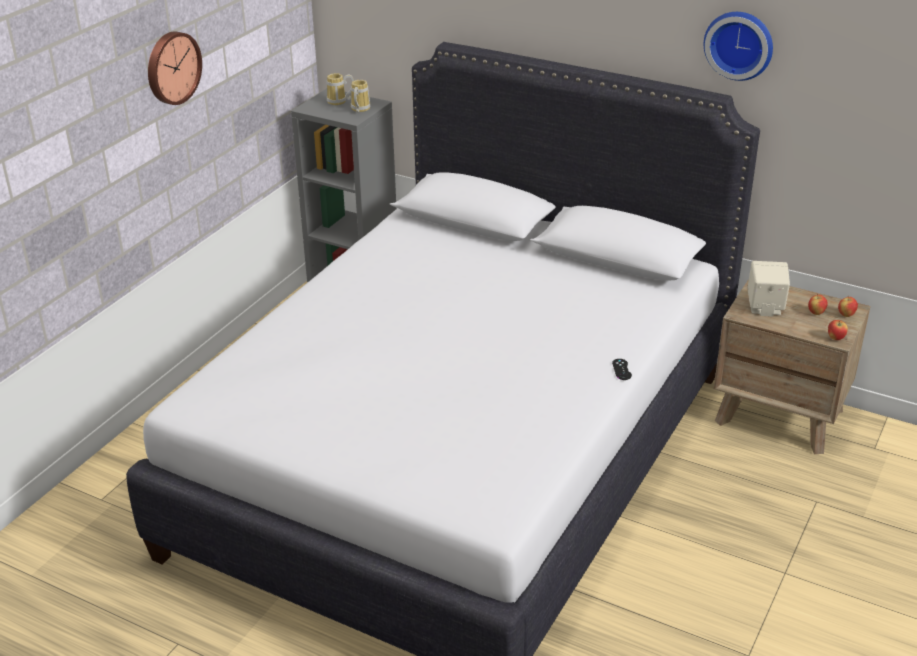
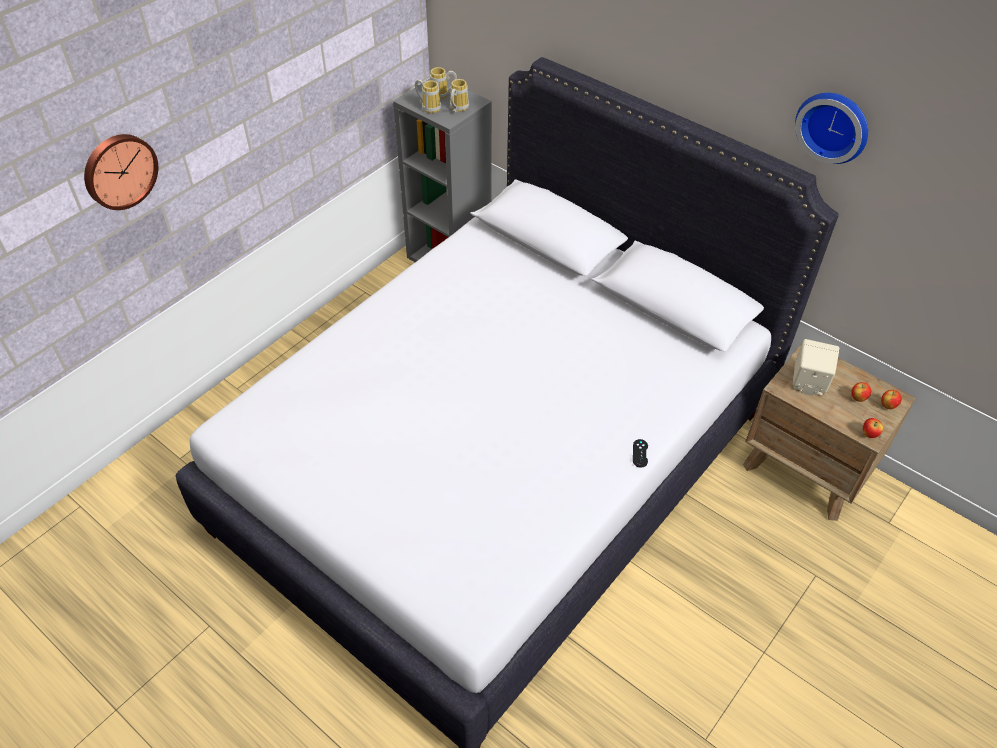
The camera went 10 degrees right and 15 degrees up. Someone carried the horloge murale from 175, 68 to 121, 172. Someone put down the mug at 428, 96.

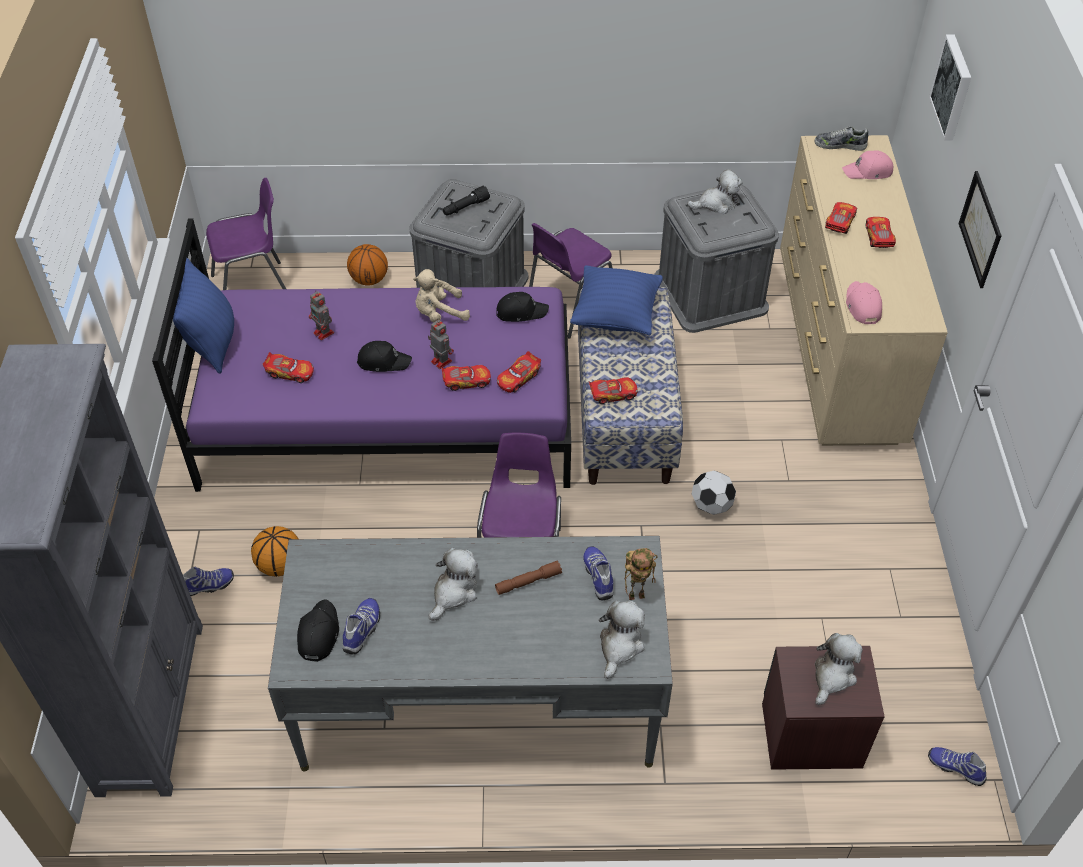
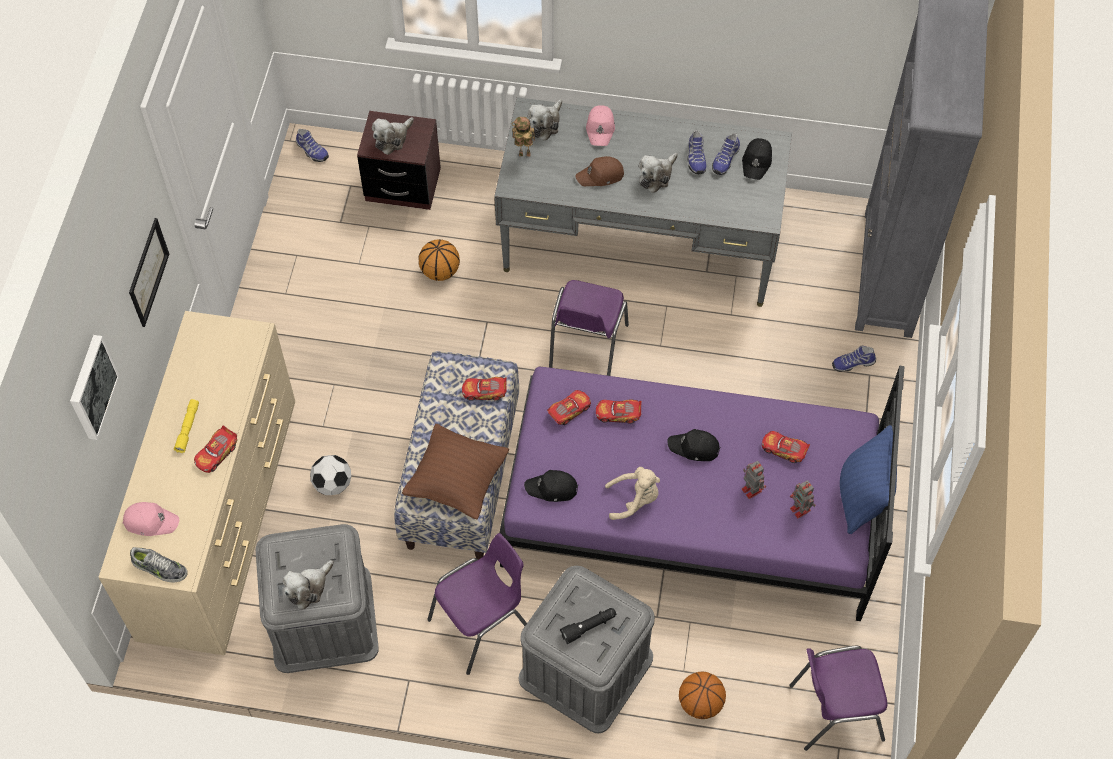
The camera went 170 degrees left and 10 degrees up. Someone rotated the peluche at 715, 191 by 45 degrees counterclockwise. Someone swapped the petite voiture at 881, 232 for the lampe de poche (jaune) at 186, 426. Someone repainted the coussin (bleu) at 616, 300, which became the coussin (marron) at 455, 471. Someone carried the casquette (rose) from 864, 302 to 600, 125. Someone carried the robot jouet from 441, 344 to 803, 499. Someone carried the ballon de foot from 714, 492 to 330, 475. Someone carried the ballon de basket from 275, 551 to 439, 260. Someone carried the chaussure from 598, 573 to 697, 152. Someone swapped the lampe de poche (marron) at 528, 577 for the casquette (marron) at 599, 171.

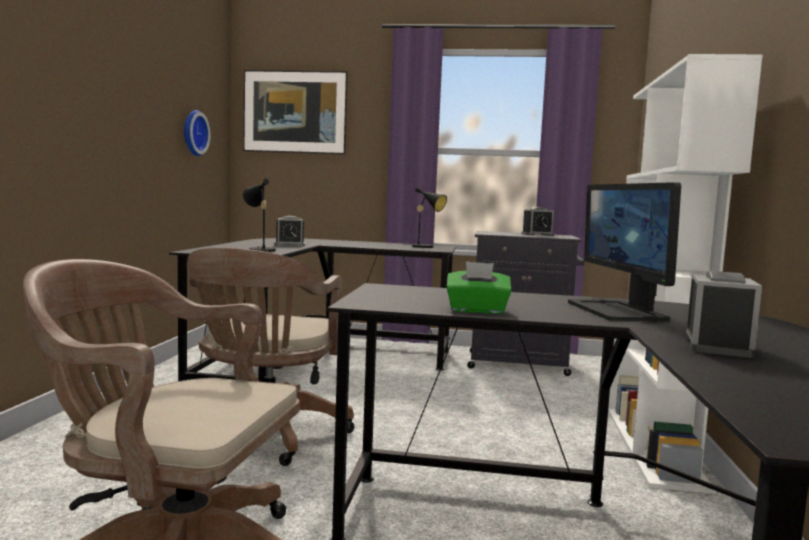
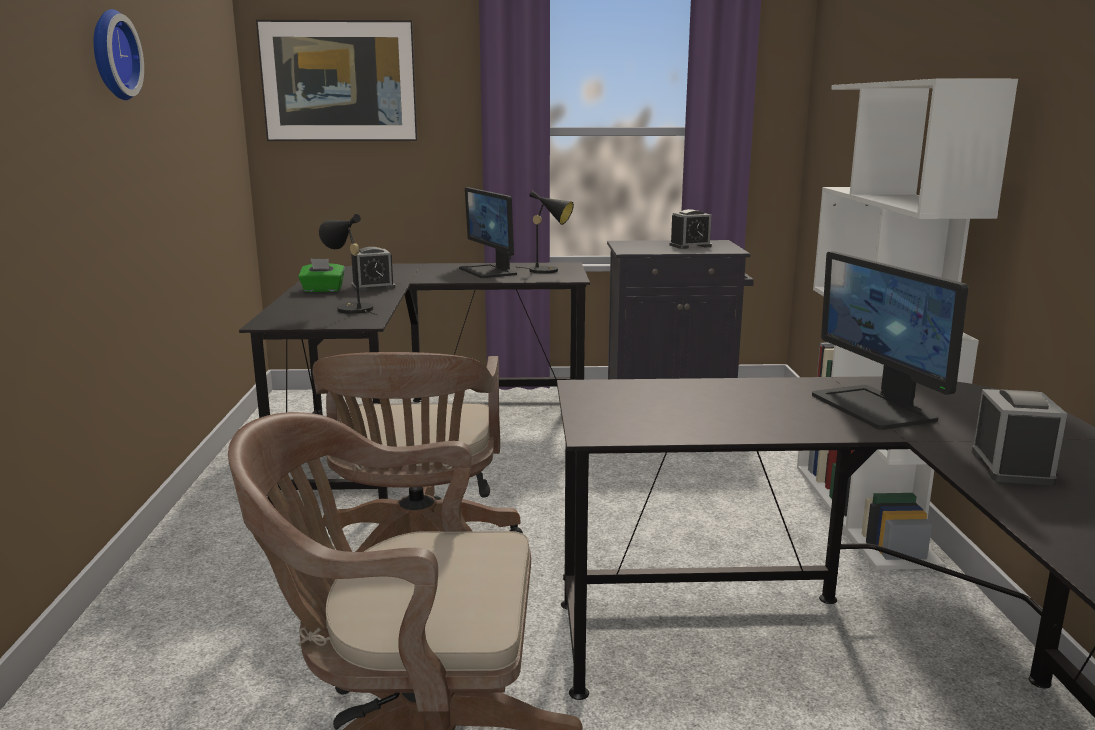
The camera went 10 degrees left and 10 degrees up. Someone carried the horloge murale from 197, 133 to 119, 54. Someone carried the boîte à mouchoirs (vert) from 478, 287 to 321, 275. Someone put down the écran d'ordinateur at 488, 232.

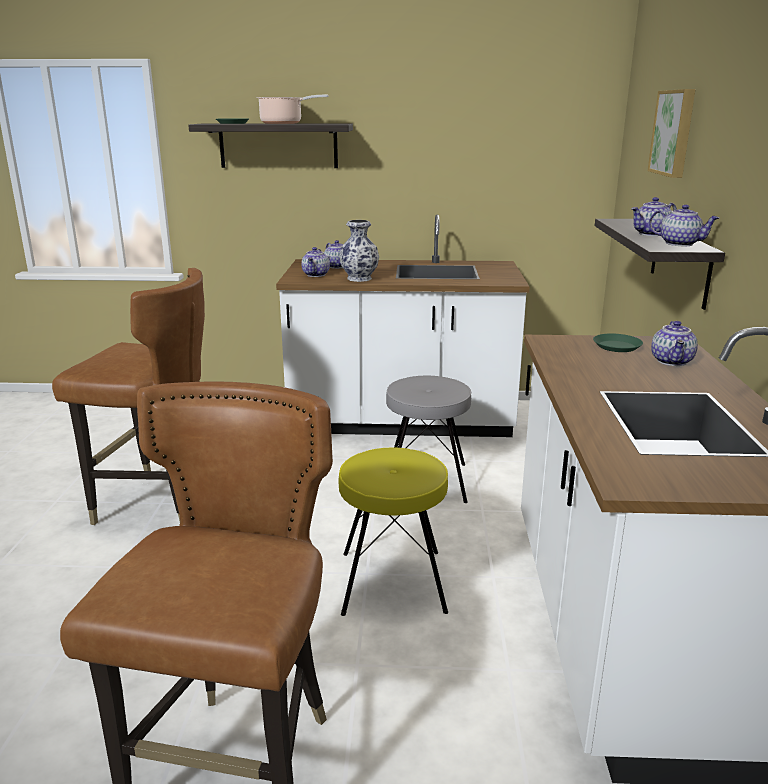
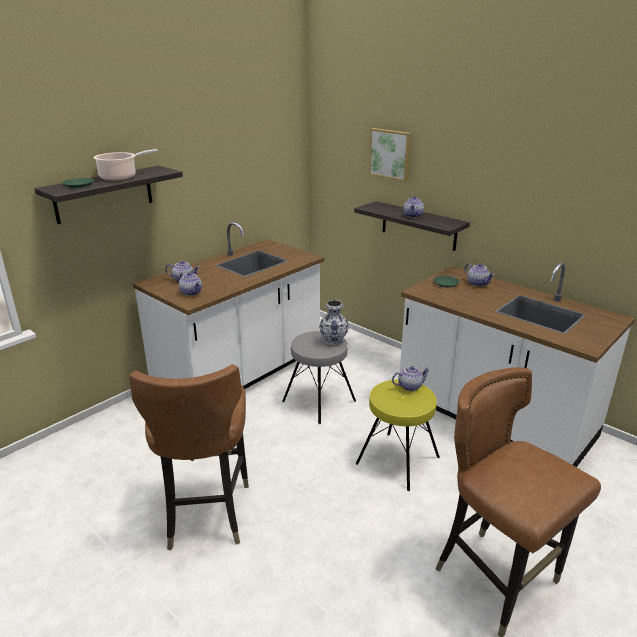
The camera went 50 degrees left and 5 degrees up. Someone carried the théière from 684, 225 to 411, 378. Someone carried the vase from 359, 251 to 334, 323. Someone rotated the chaise (marron) at 128, 396 by 120 degrees clockwise.

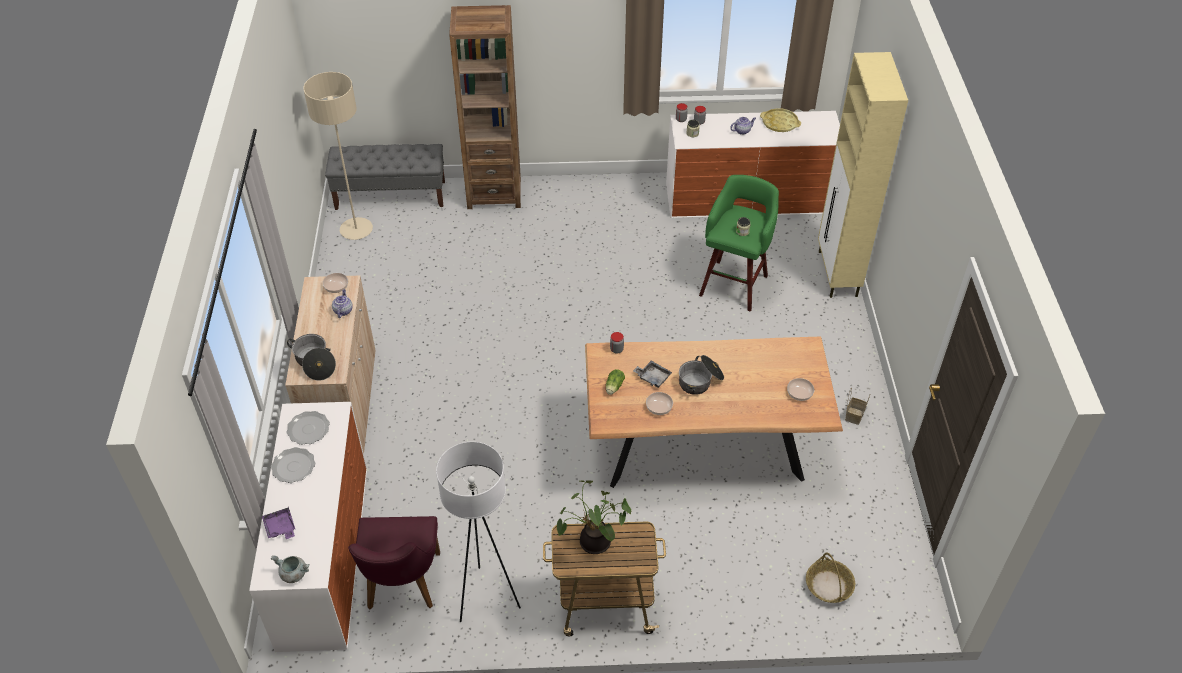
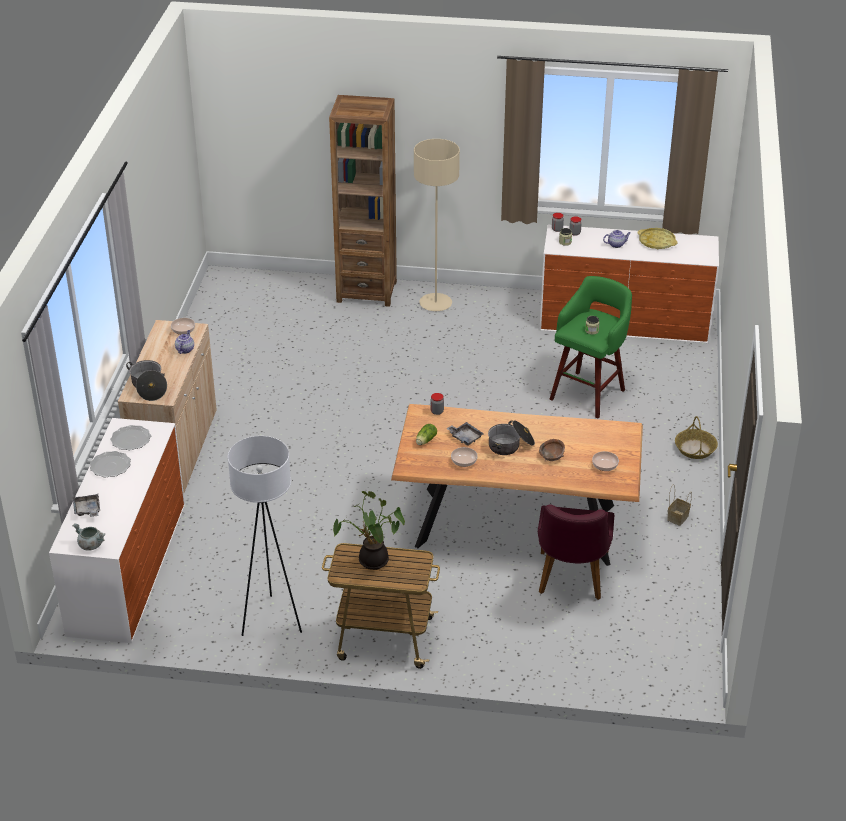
The camera went 10 degrees right and 10 degrees down. Someone took away the meuble de rangement (beige) at 863, 175. Someone carried the lampadaire (beige) from 338, 156 to 437, 225. Someone took away the banc (gris) at 385, 177. Someone repainted the plateau (violet) at 278, 523, which became the plateau (gris) at 86, 505. Someone carried the chaise (violet) from 394, 562 to 576, 552. Someone carried the panier from 830, 578 to 696, 437. Someone put down the bol (marron) at 552, 450.

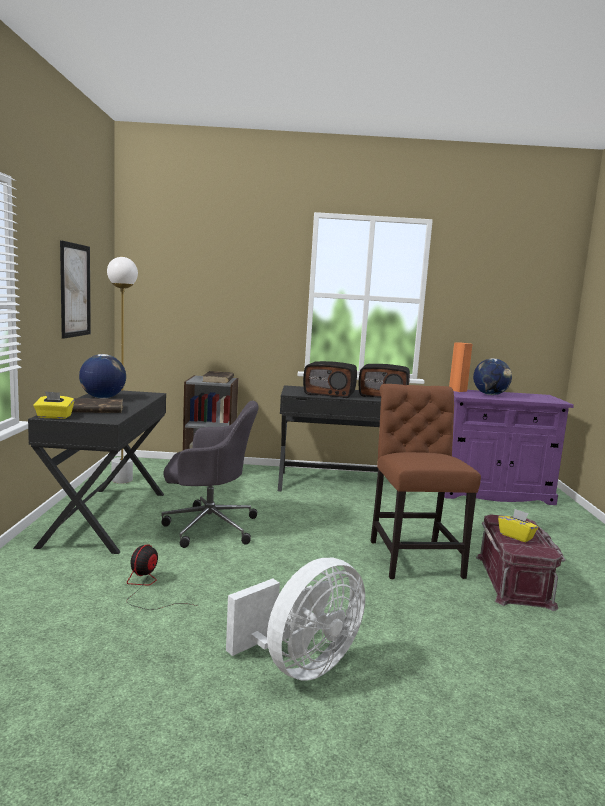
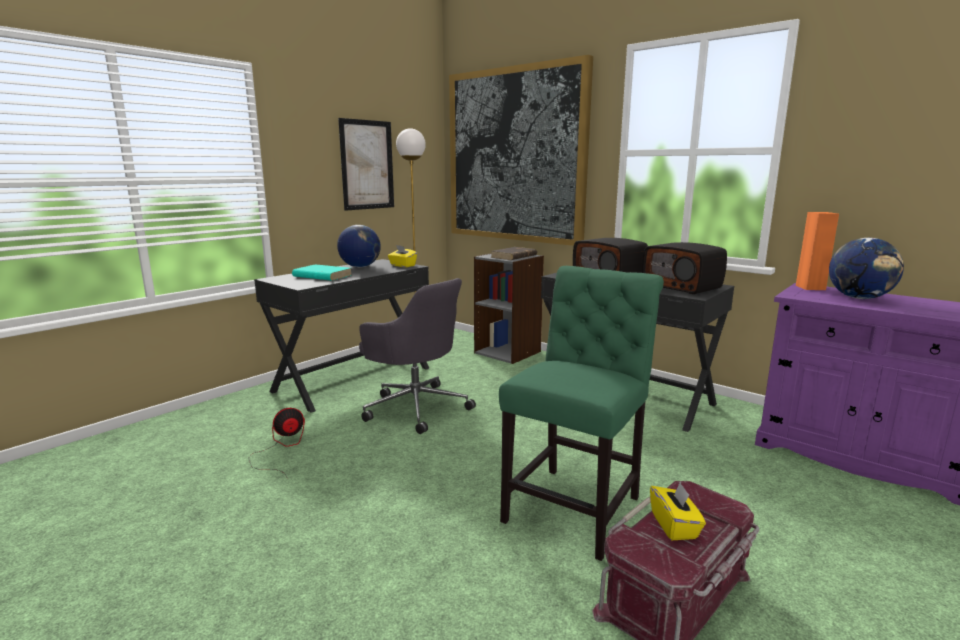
The camera went 40 degrees right and 5 degrees up. Someone repainted the chaise (marron) at 426, 481, which became the chaise (vert) at 581, 413. Someone carried the boîte à mouchoirs (jaune) from 54, 405 to 402, 256. Someone repainted the livre (marron) at 97, 405, which became the livre (turquoise) at 322, 272. Someone took away the ventilateur (blanc) at 295, 619. Someone put up the tableau at 521, 150.

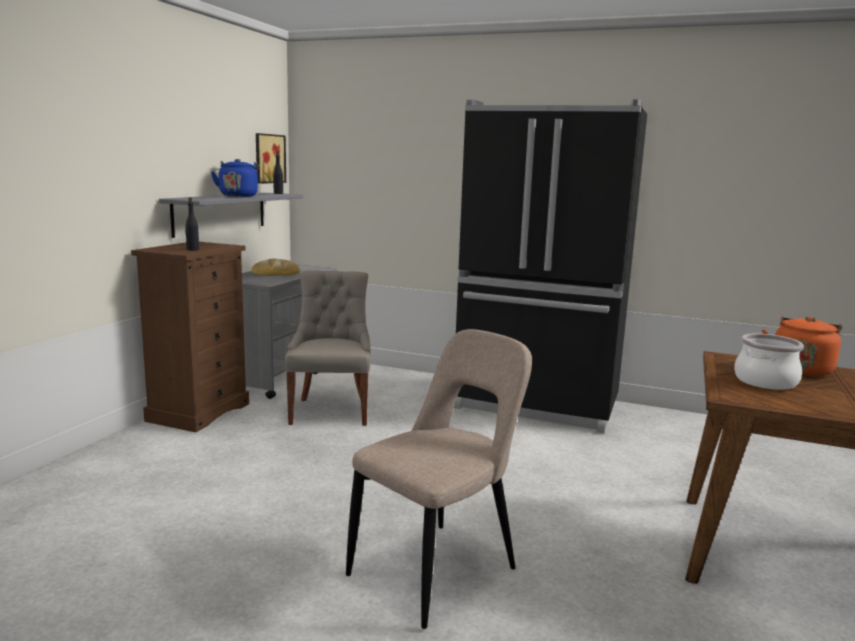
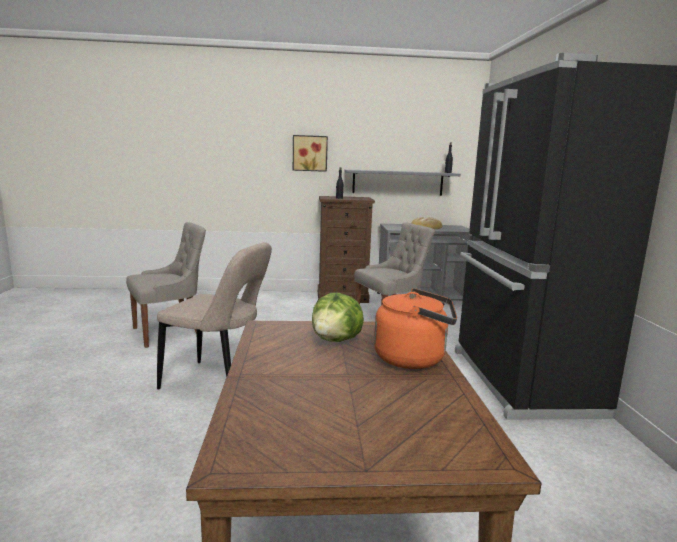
The camera went 65 degrees right and 0 degrees up. Someone carried the tableau from 271, 158 to 310, 153. Someone took away the bouilloire (bleu) at 235, 178. Someone swapped the marmite at 769, 362 for the laitue at 338, 317. Someone put down the chaise (gris) at 166, 285.

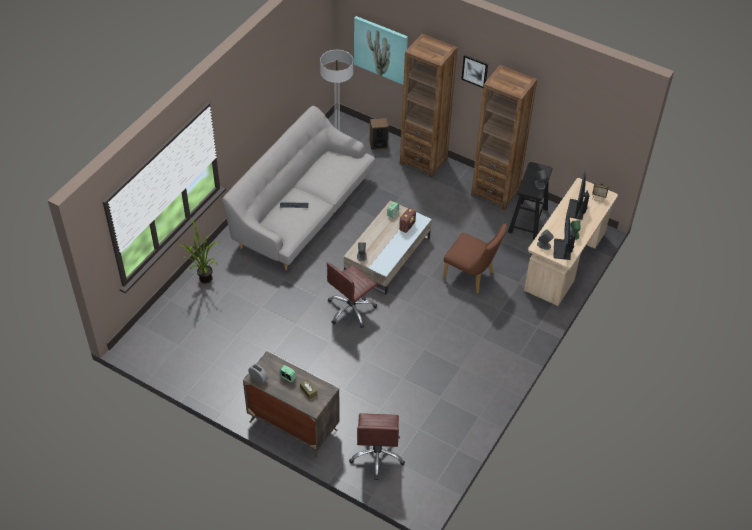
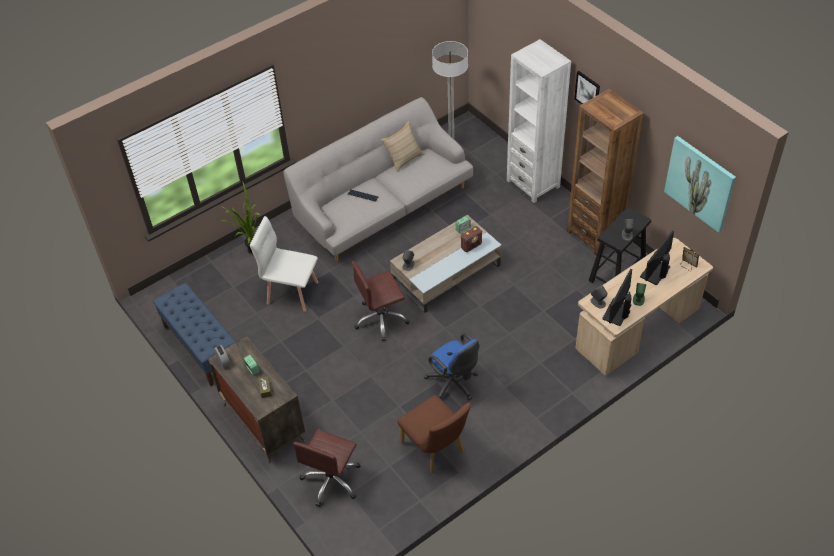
The camera went 25 degrees right and 0 degrees up. Someone carried the tableau from 381, 50 to 700, 184. Someone repainted the bibliothèque (marron) at 429, 106, which became the bibliothèque (blanc) at 539, 121. Someone took away the enceinte at 379, 134. Someone carried the chaise (marron) from 475, 258 to 434, 434. Someone put down the coussin (beige) at 403, 146. Someone put down the chaise (blanc) at 284, 264. Someone put down the banc (bleu) at 194, 334. Someone put down the chaise de bureau (bleu) at 452, 366.

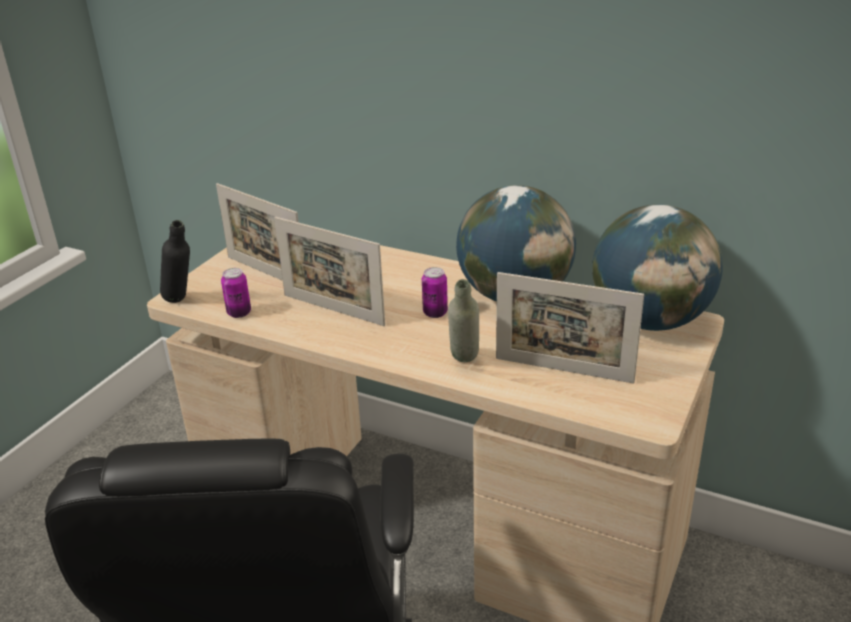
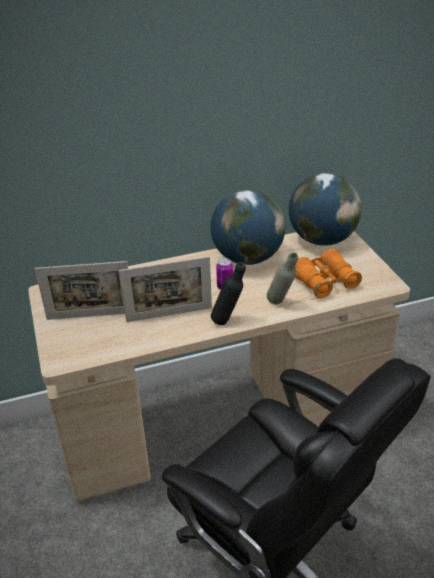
The camera went 45 degrees left and 5 degrees up. Someone carried the bouteille (noir) from 175, 261 to 228, 293. Someone took away the boîte métallique at 236, 293. Someone swapped the cadre photo at 570, 328 for the jumelles (orange) at 328, 273.

